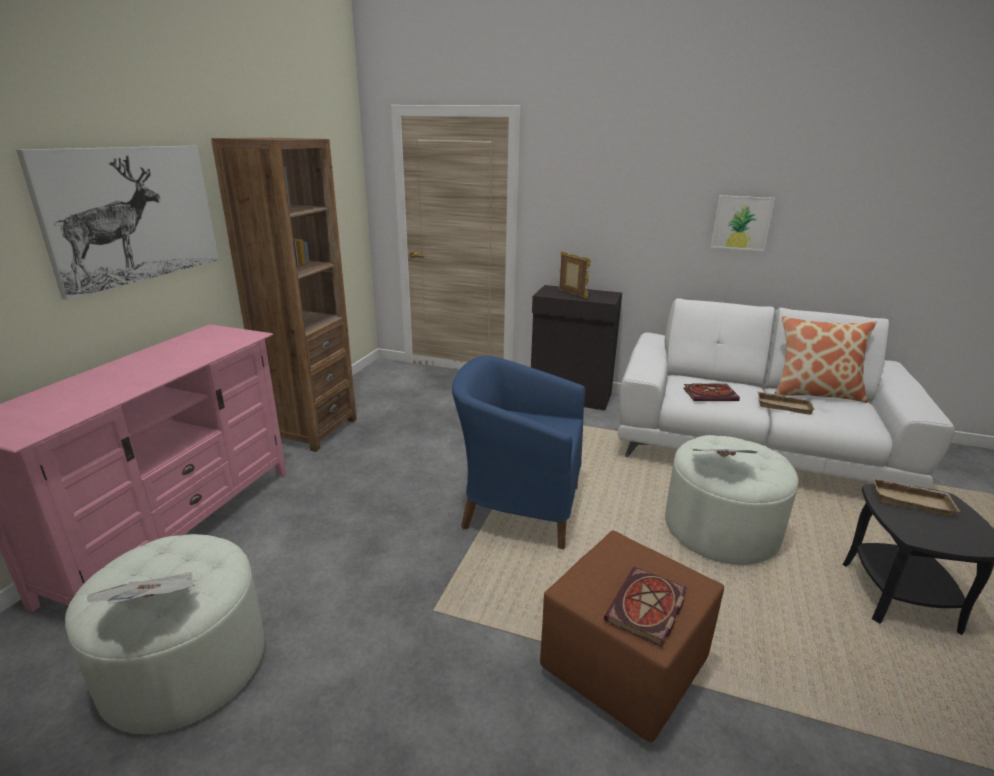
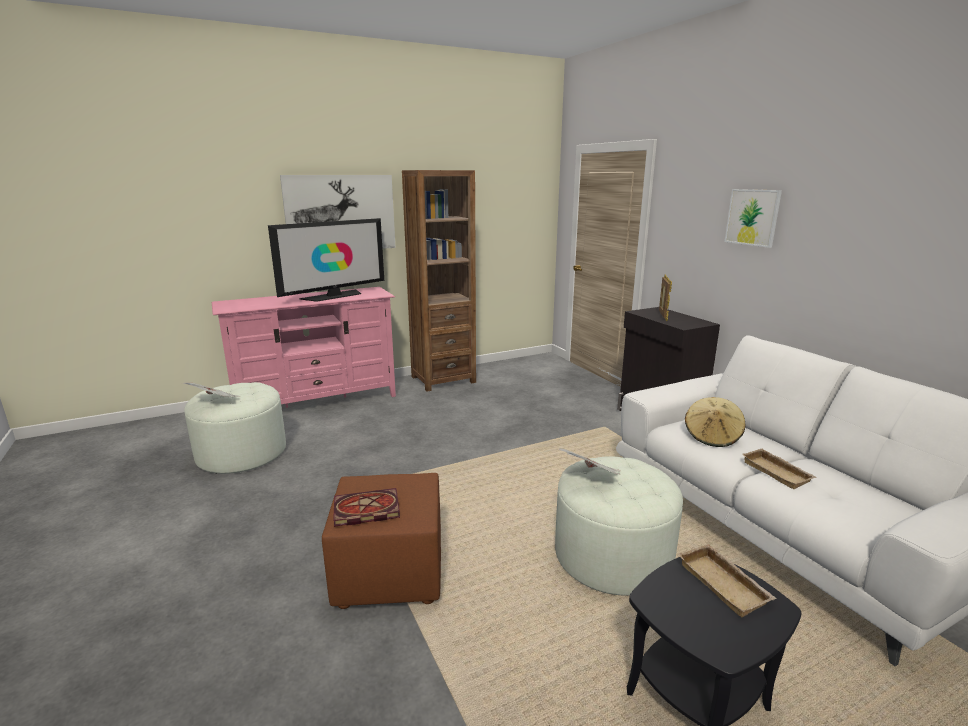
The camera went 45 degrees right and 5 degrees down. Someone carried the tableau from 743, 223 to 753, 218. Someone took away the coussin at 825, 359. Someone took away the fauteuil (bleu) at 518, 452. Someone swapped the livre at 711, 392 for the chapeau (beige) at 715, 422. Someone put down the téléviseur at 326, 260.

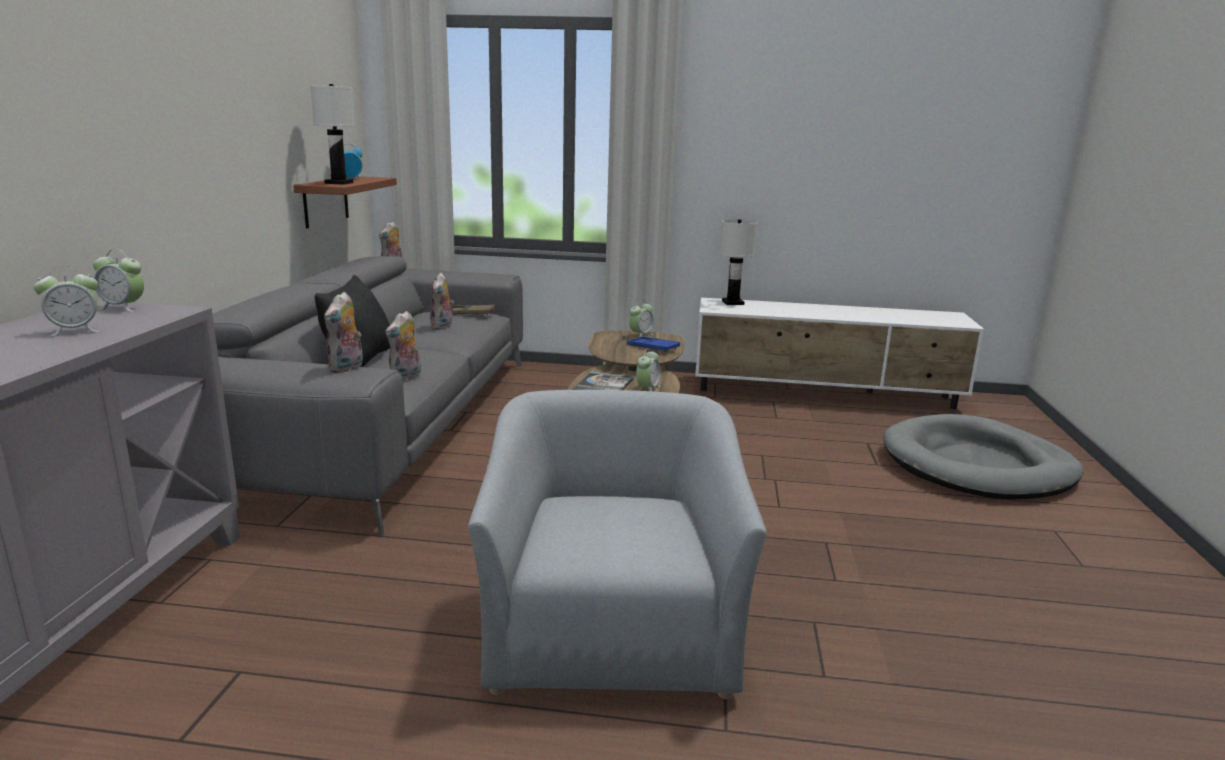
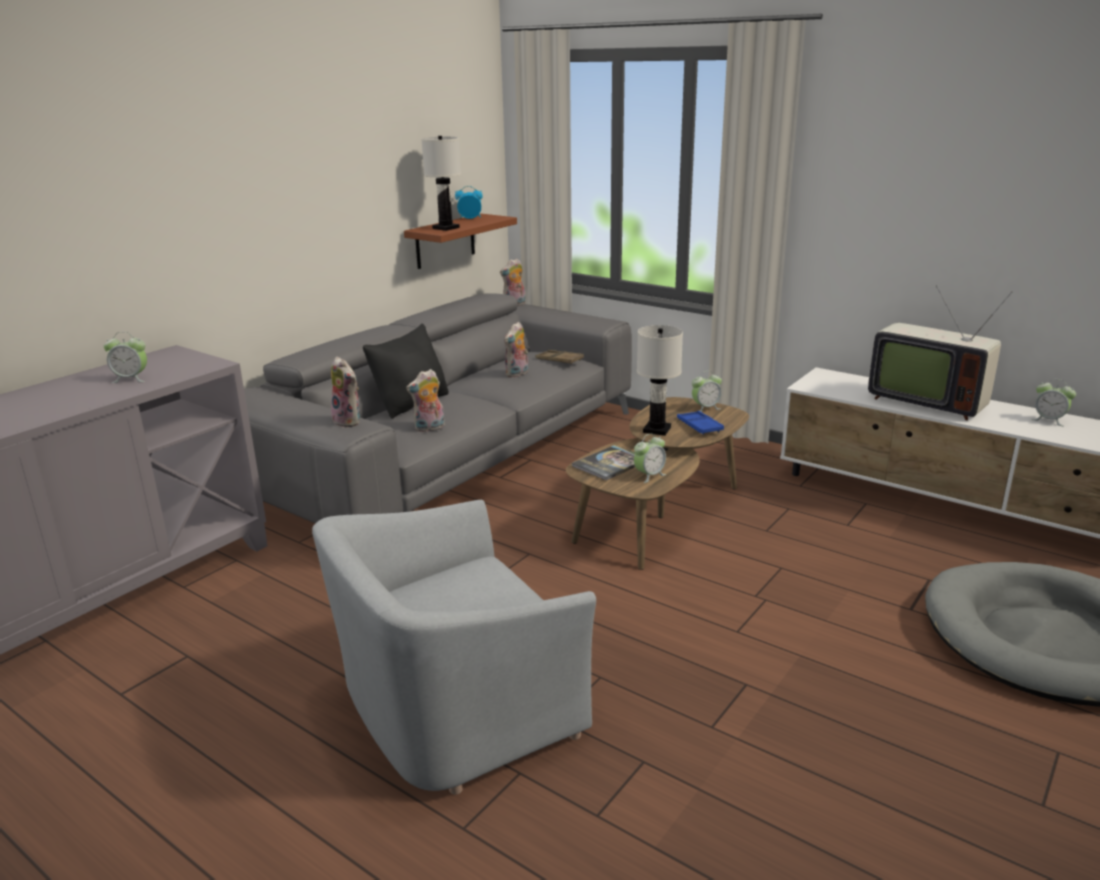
The camera went 30 degrees right and 5 degrees up. Someone carried the lampe de table (blanc) from 738, 262 to 660, 380. Someone carried the réveil from 118, 281 to 1053, 402. Someone rotated the peluche at 343, 332 by 90 degrees counterclockwise. Someone rotated the fauteuil (gris) at 617, 544 by 150 degrees counterclockwise. Someone put down the téléviseur at 940, 353.

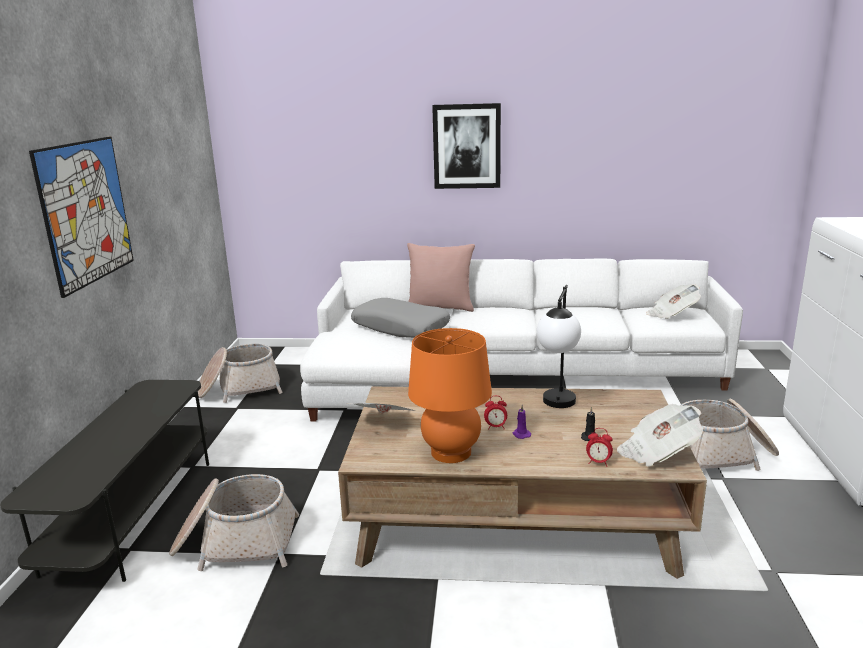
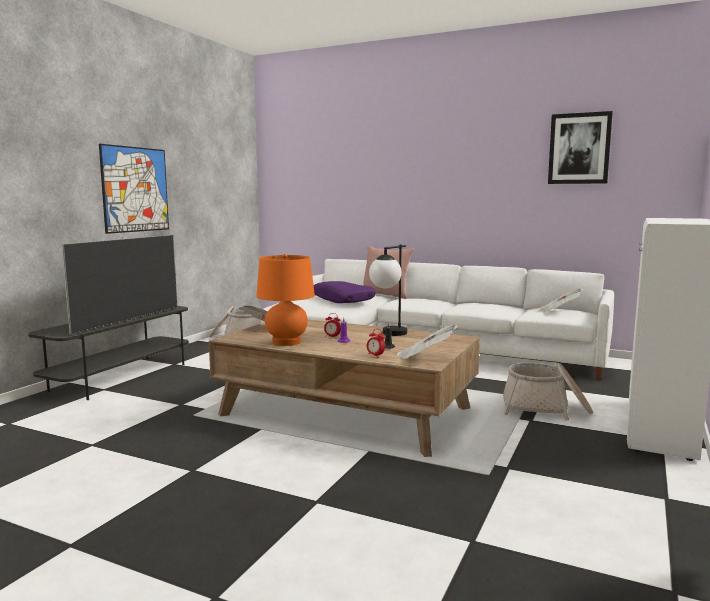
The camera went 20 degrees right and 10 degrees down. Someone carried the tableau from 466, 146 to 580, 147. Someone repainted the coussin (gris) at 400, 318, which became the coussin (violet) at 345, 292. Someone took away the panier at 234, 522. Someone put down the téléviseur at 119, 285.

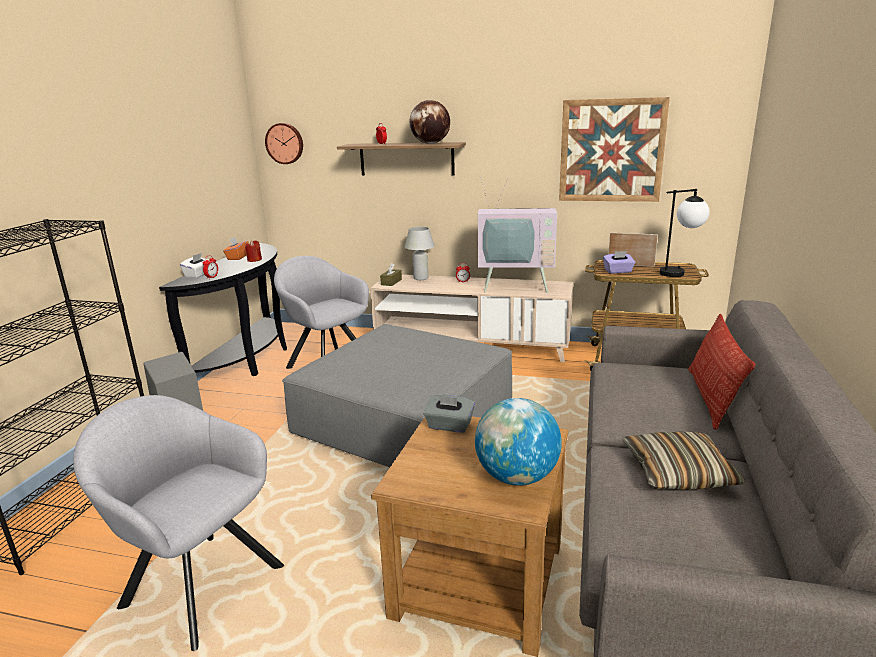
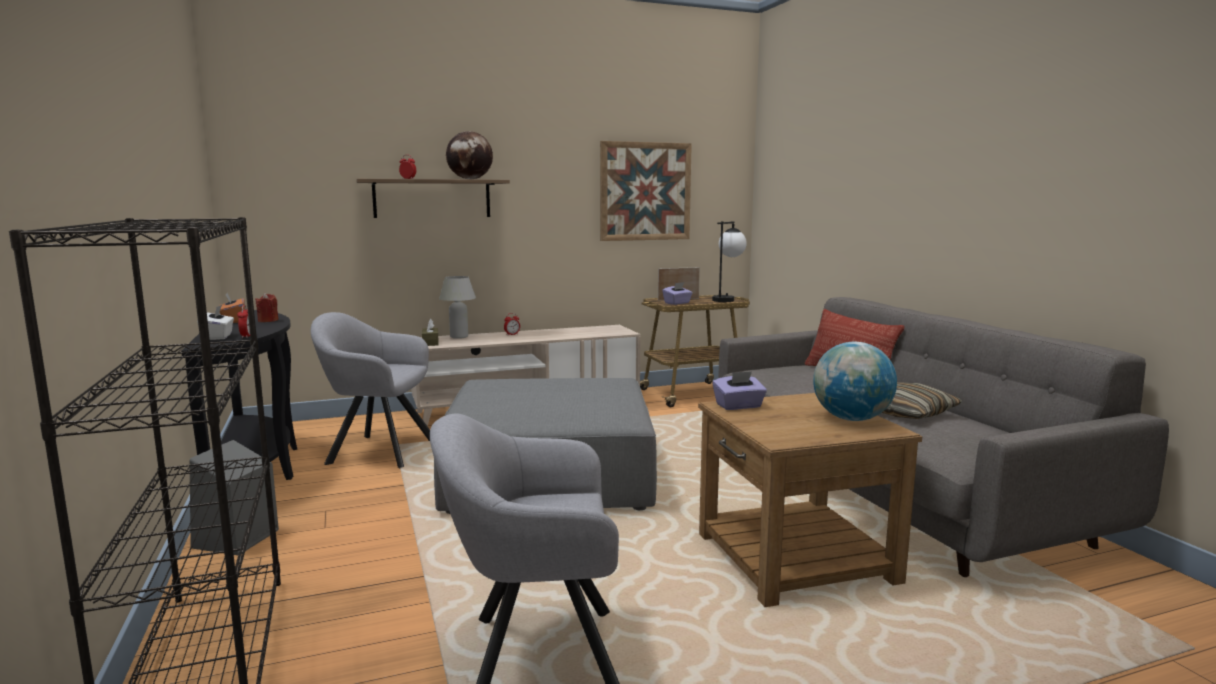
The camera went 35 degrees left and 10 degrees down. Someone took away the horloge murale at 284, 143. Someone took away the téléviseur at 517, 234. Someone repainted the boîte à mouchoirs (gris) at 449, 414, which became the boîte à mouchoirs (violet) at 739, 390.

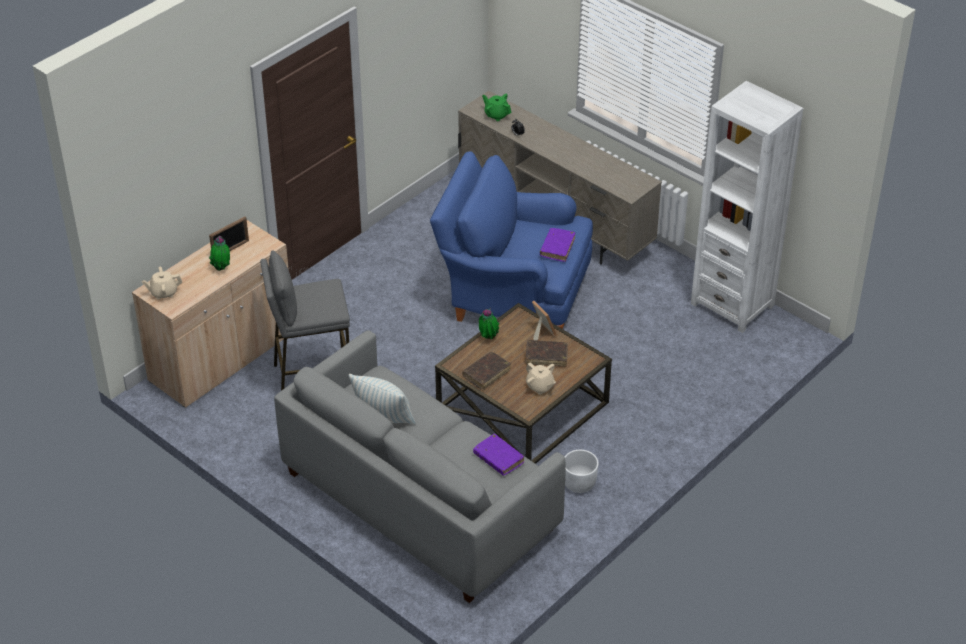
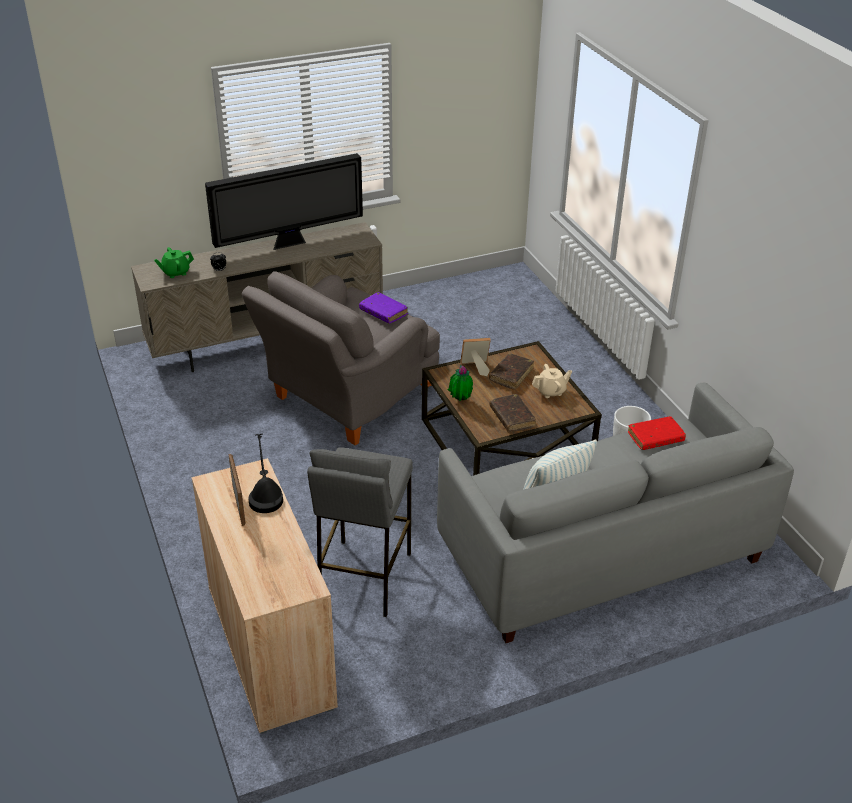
The camera went 65 degrees left and 5 degrees down. Someone took away the bibliothèque (blanc) at 747, 207. Someone repainted the fauteuil (bleu) at 511, 240, which became the fauteuil (gris) at 341, 358. Someone swapped the plante en pot at 219, 253 for the lampe de table (noir) at 265, 473. Someone took away the théière (beige) at 162, 282. Someone repainted the livre (violet) at 498, 455, which became the livre (rouge) at 657, 433. Someone put down the téléviseur at 284, 201.

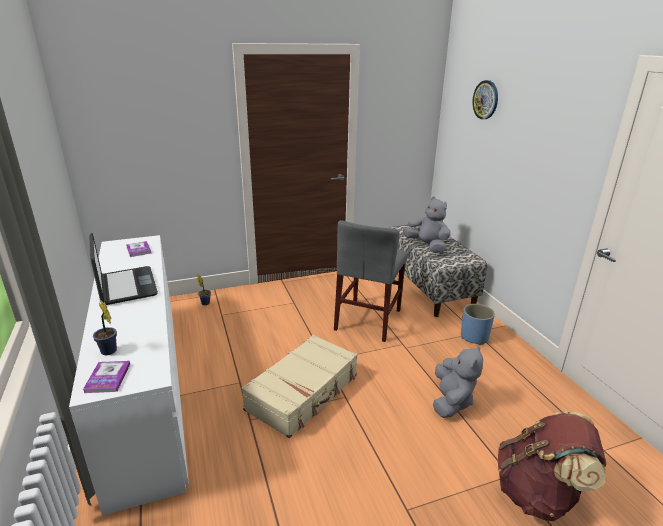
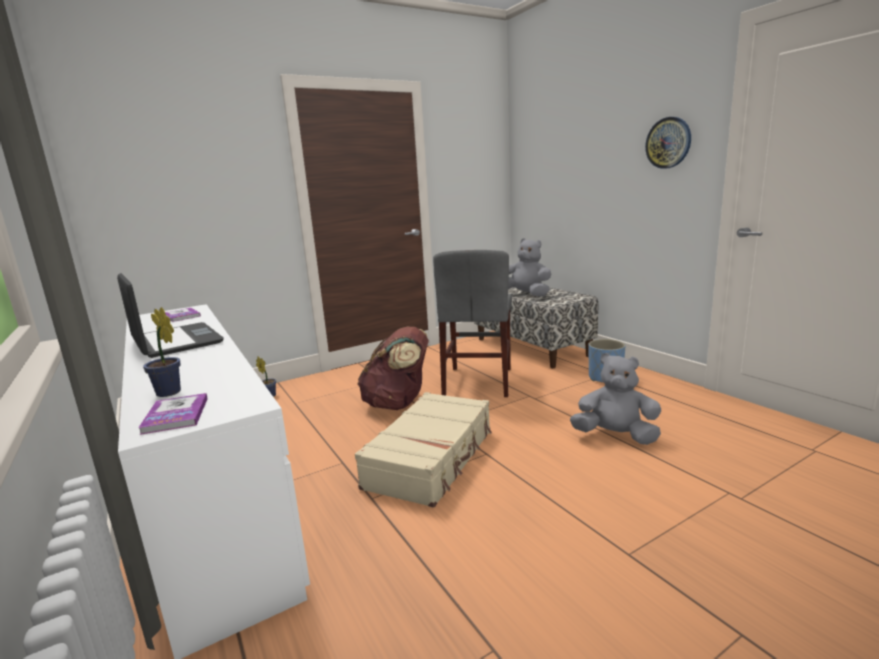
The camera went 10 degrees left and 10 degrees down. Someone carried the horloge murale from 485, 99 to 668, 143. Someone rotated the peluche (gris) at 458, 382 by 75 degrees counterclockwise. Someone carried the sac à dos (marron) from 552, 466 to 393, 368.

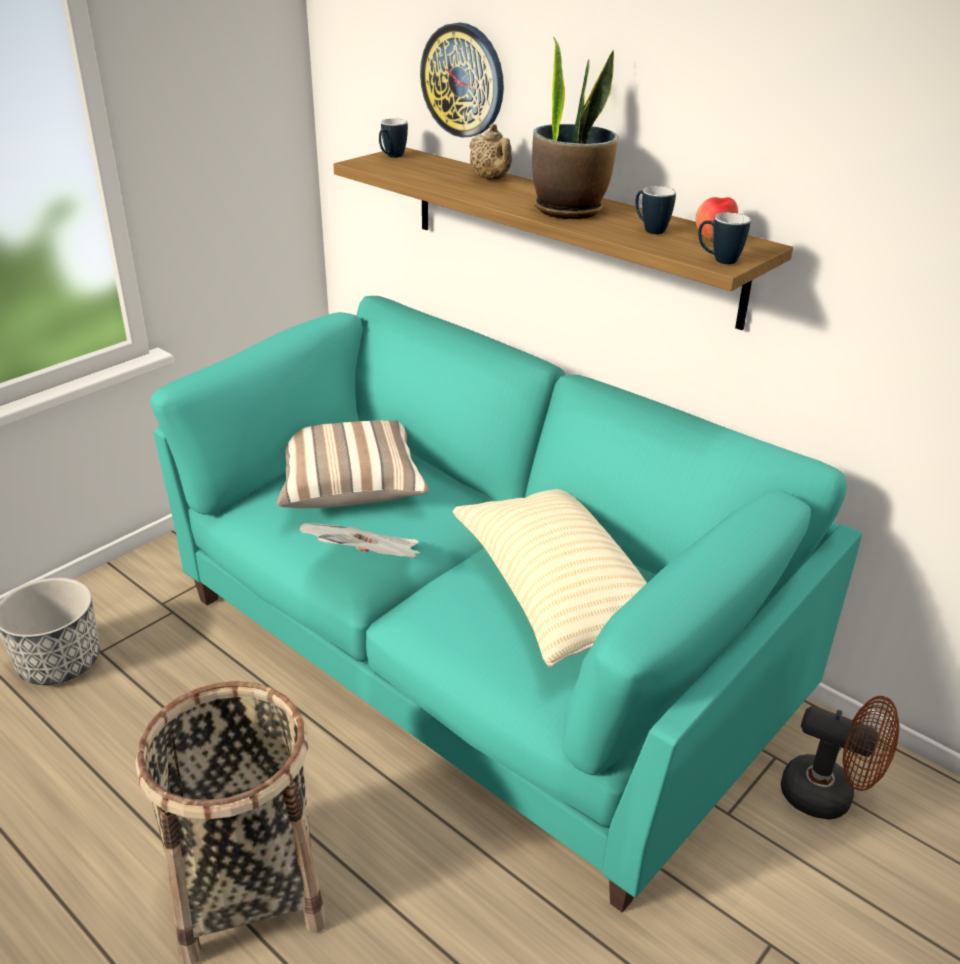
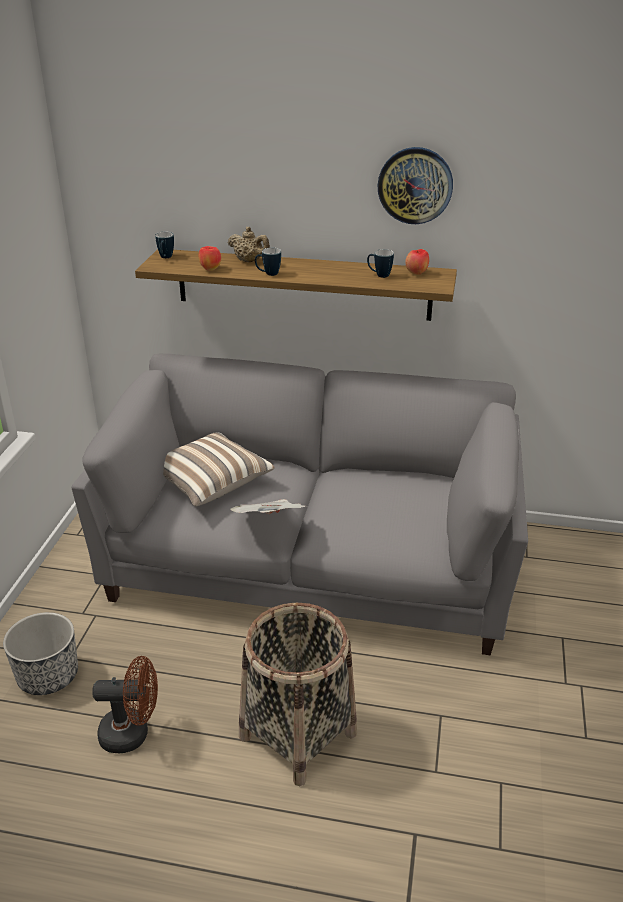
The camera went 30 degrees left and 0 degrees up. Someone carried the horloge murale from 462, 80 to 415, 185. Someone took away the plante en pot at 575, 127. Someone carried the mug from 724, 238 to 268, 262. Someone repainted the canapé (turquoise) at 506, 604, which became the canapé (gris) at 300, 504. Someone took away the coussin (beige) at 550, 578. Someone carried the ventilateur (marron) from 840, 758 to 125, 704. Someone put down the pomme at 210, 258.

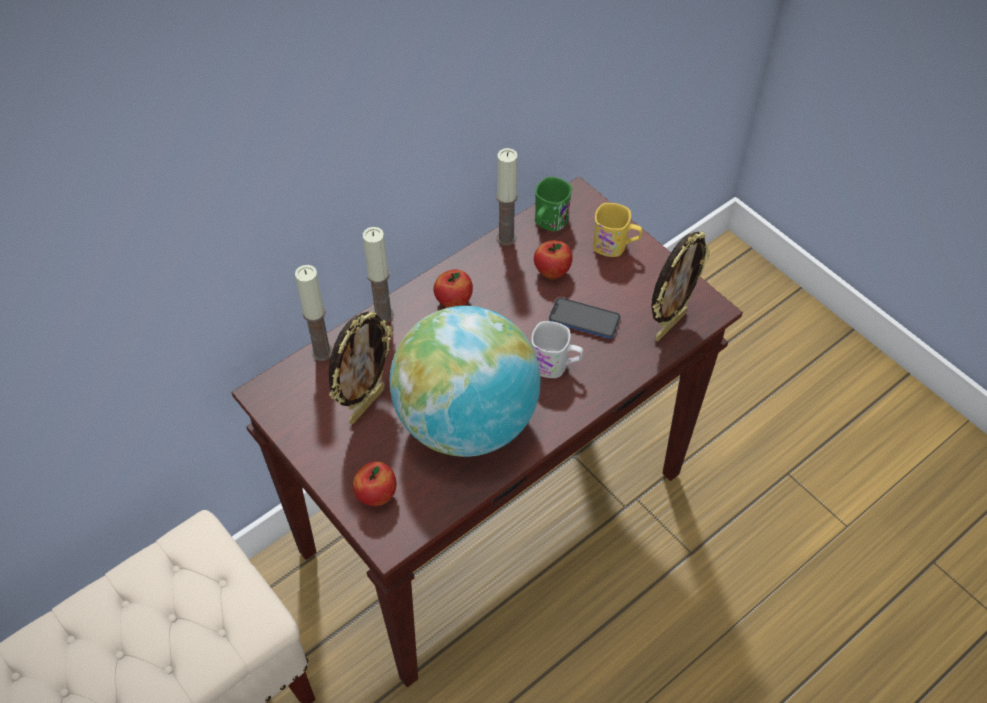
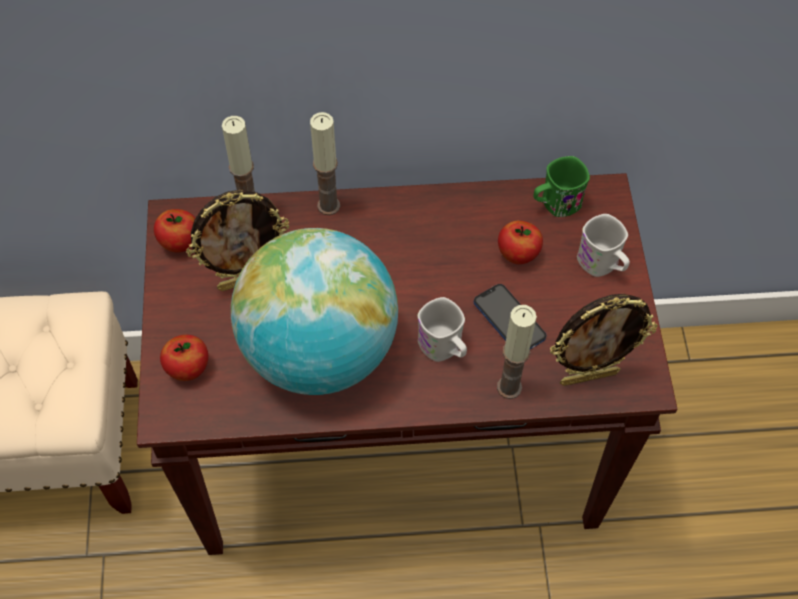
The camera went 35 degrees right and 5 degrees up. Someone carried the bougie from 507, 197 to 517, 352. Someone repainted the mug (jaune) at 617, 230, which became the mug (blanc) at 603, 245. Someone carried the pomme from 453, 288 to 174, 231.

